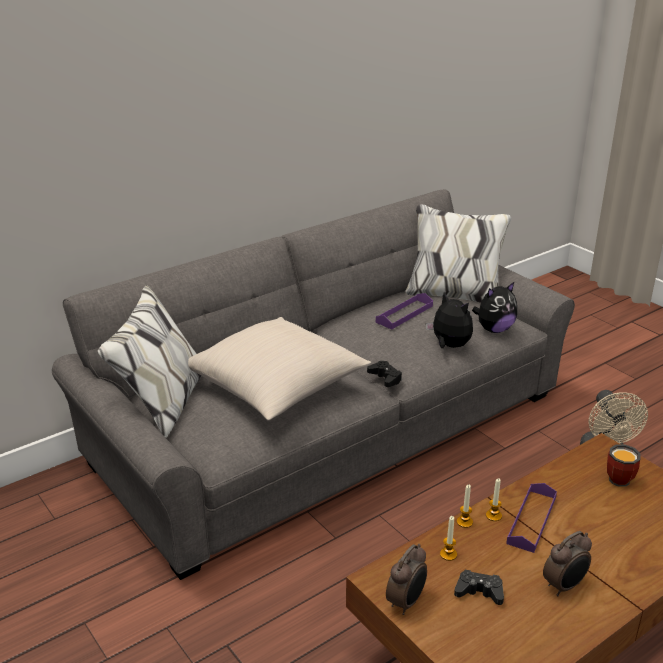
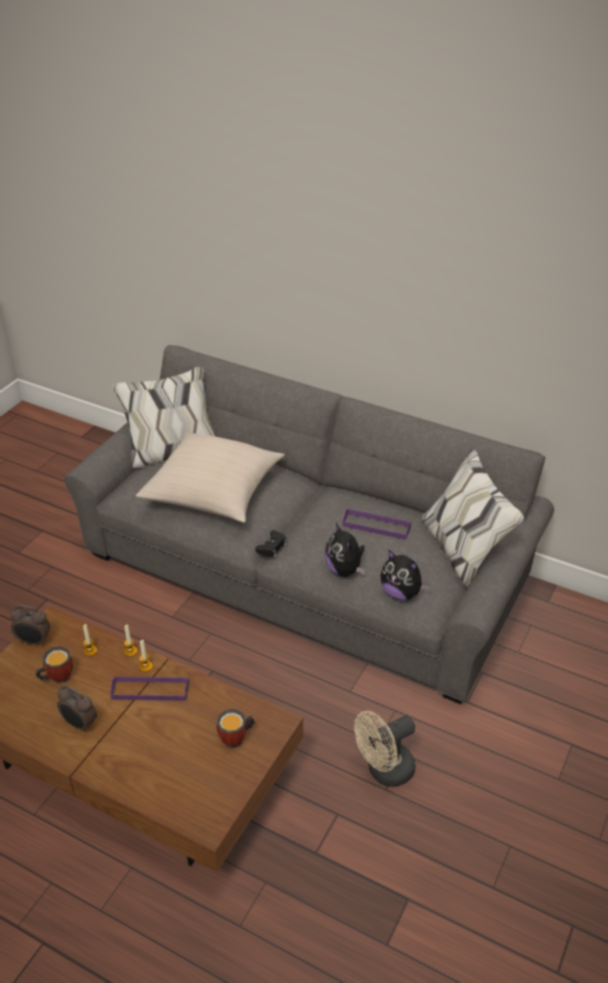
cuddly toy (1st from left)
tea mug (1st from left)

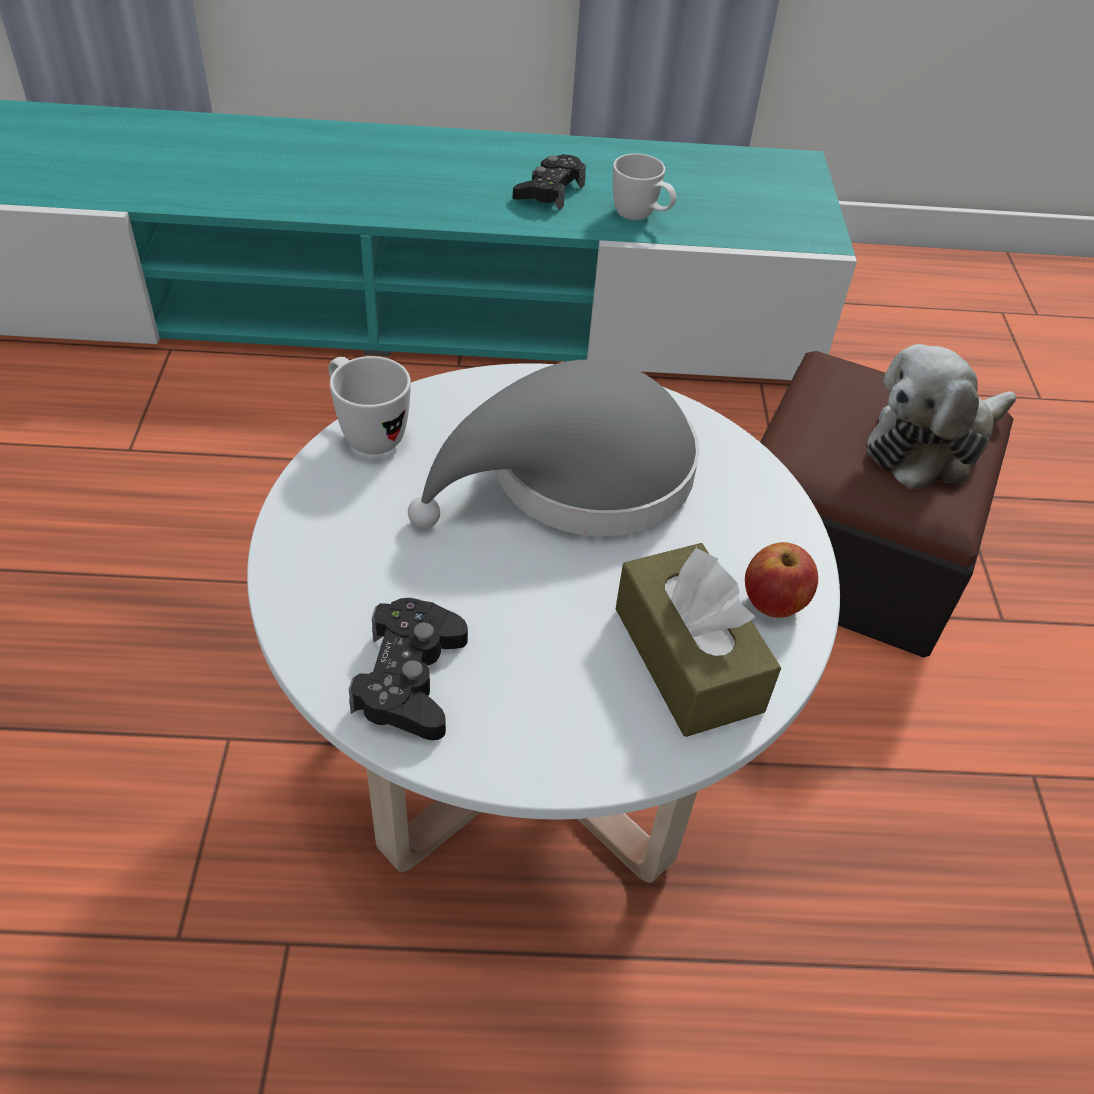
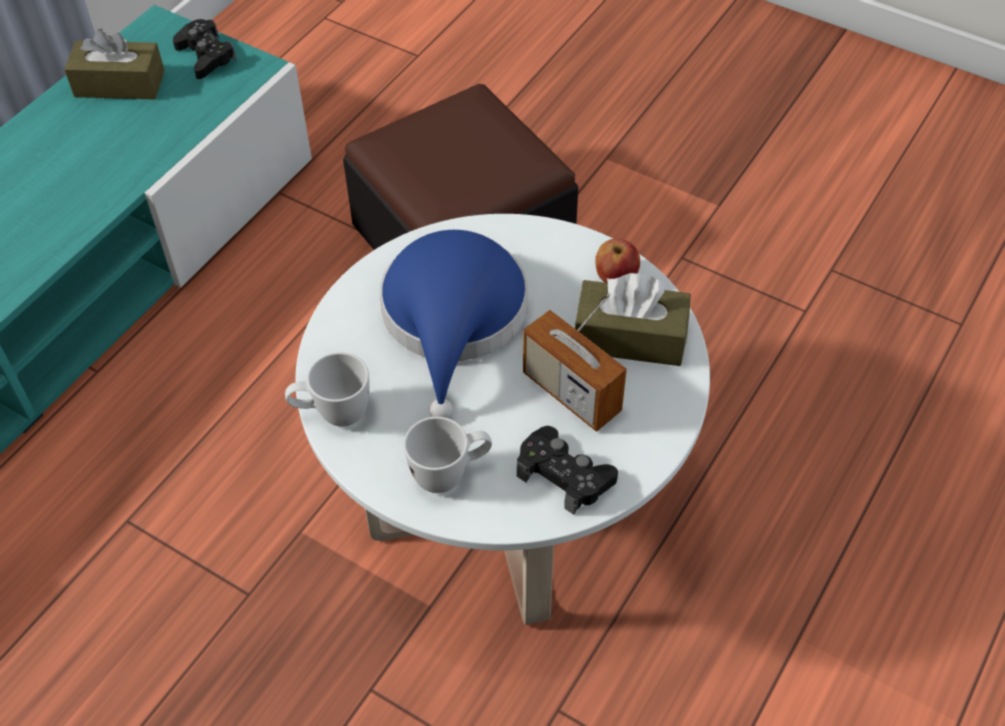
gamepad/black-coloured (1st from left)
tea mug/white-coloured (2nd from left)
cuddly toy
hat/blue-coloured
tissue box/brown-coloured (1st from left)
radio

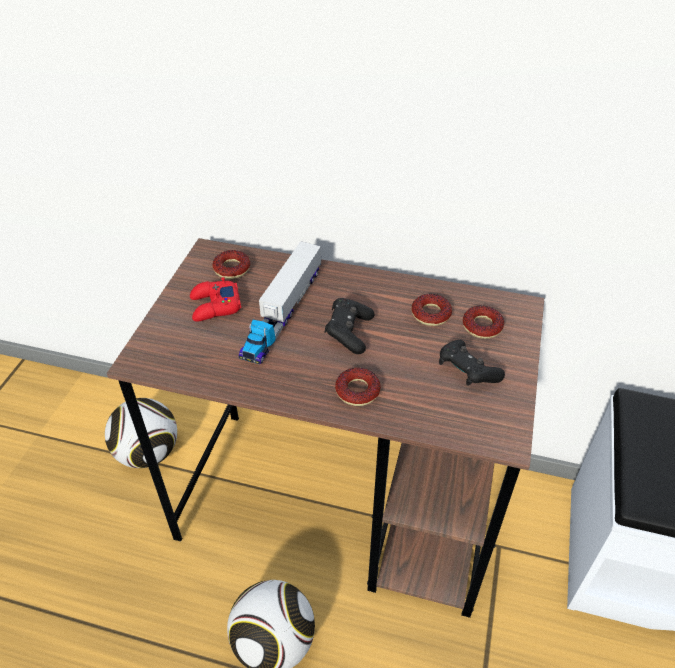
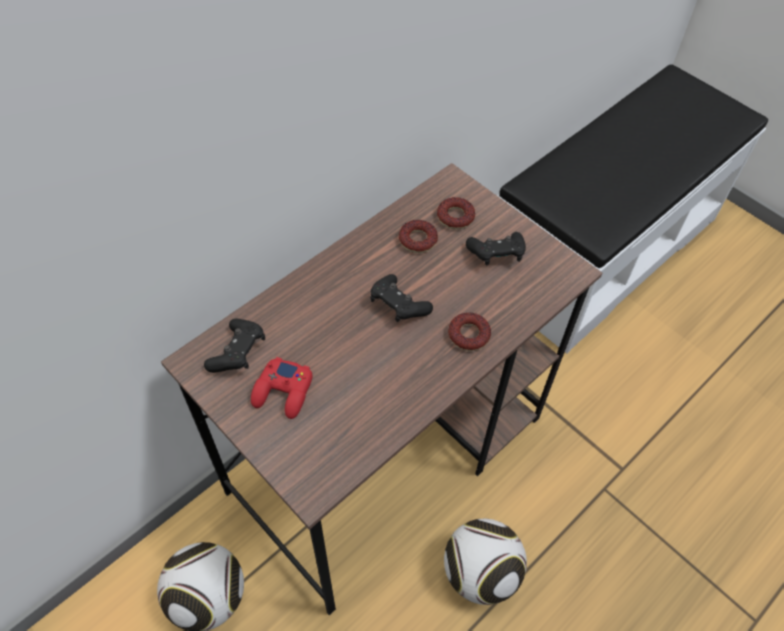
toy lorry
gamepad/black-coloured (1st from left)

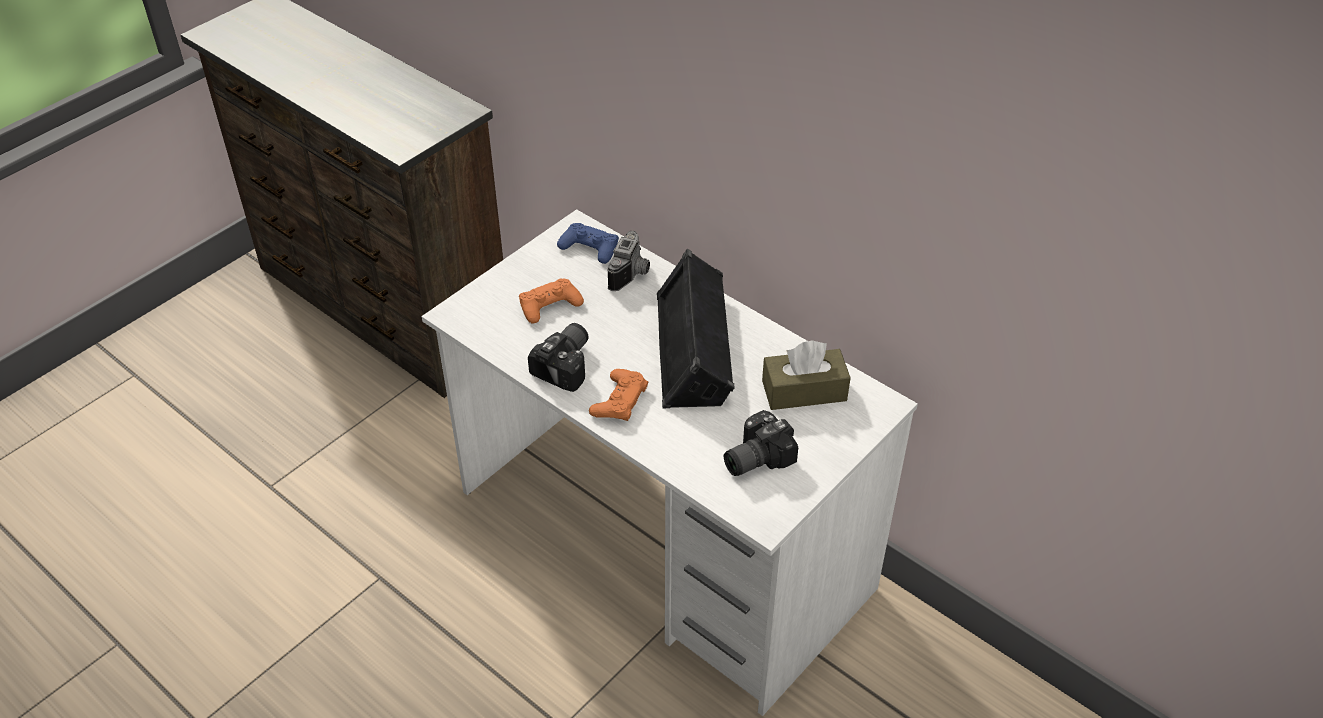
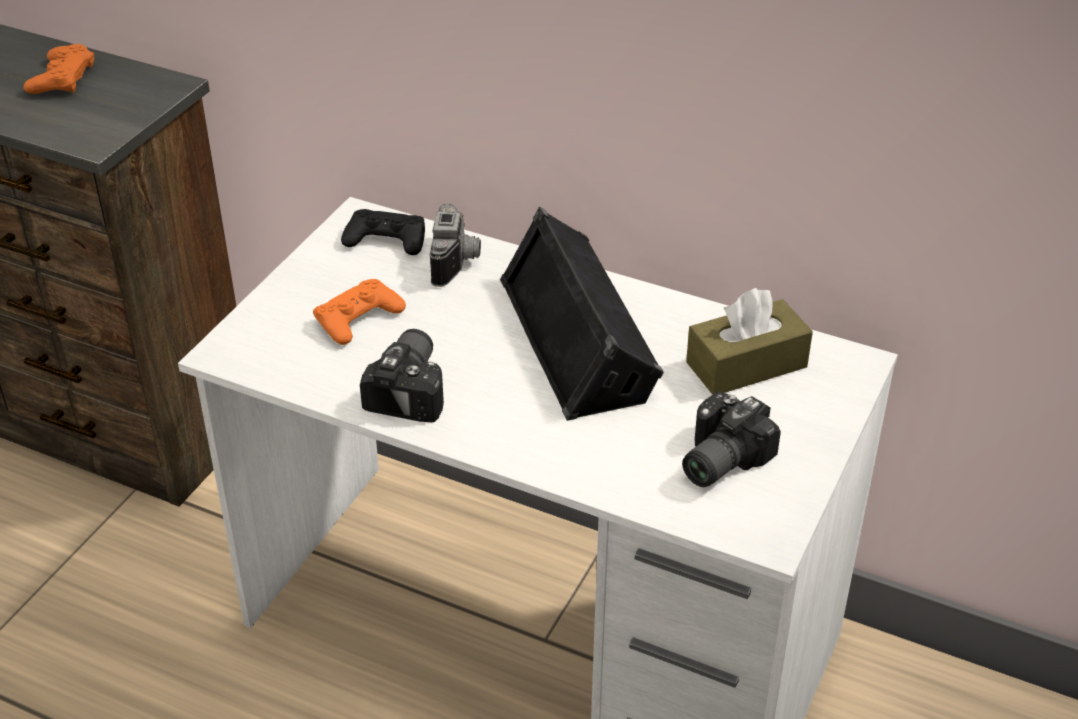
gamepad/black-coloured
gamepad/orangey (1st from left)

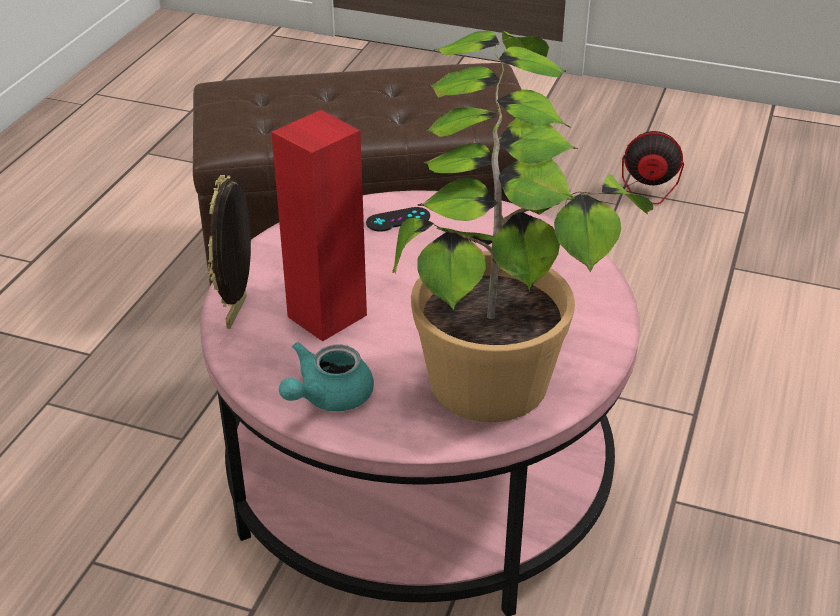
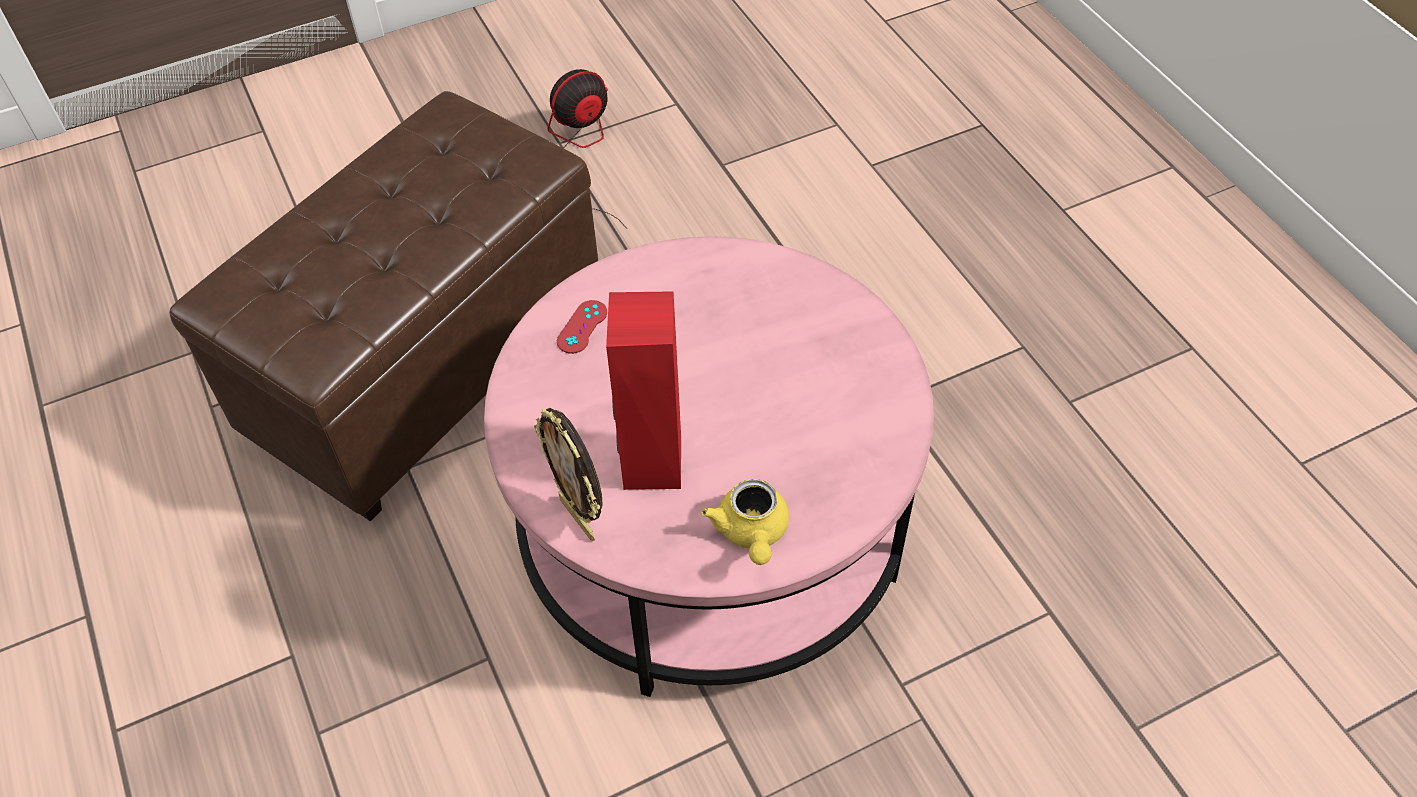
plant in a pot
gamepad/red-coloured
teapot/yellowish

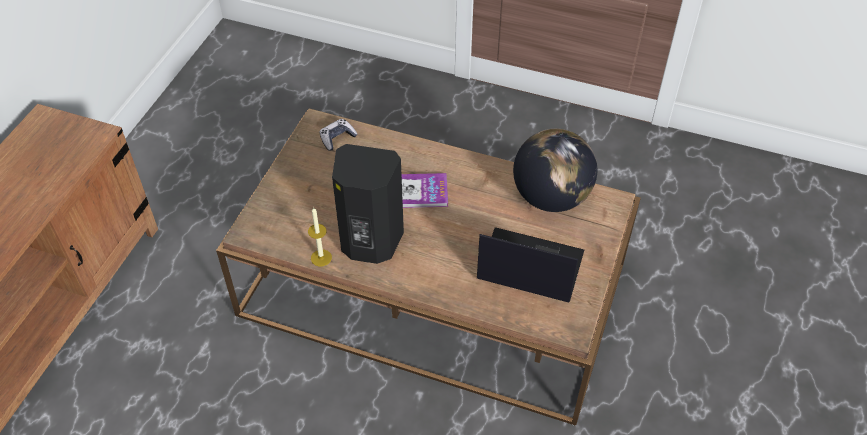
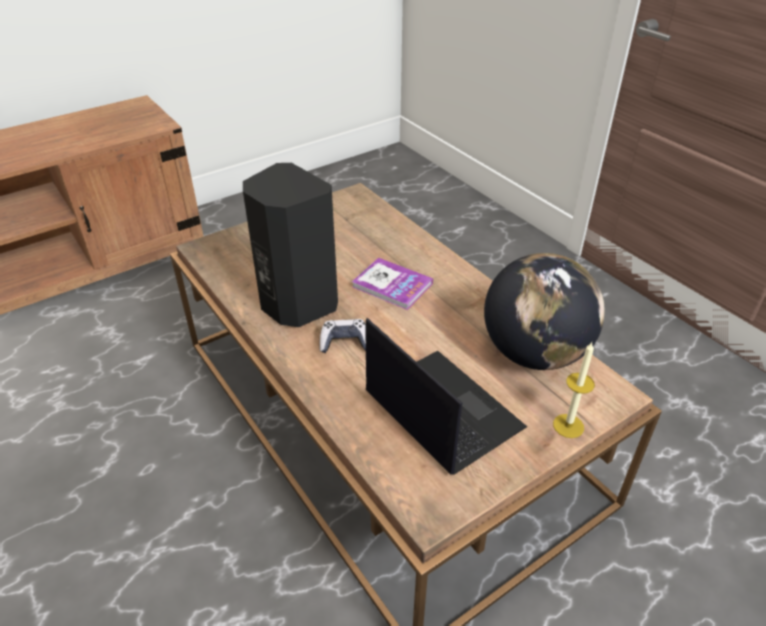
gamepad
candle

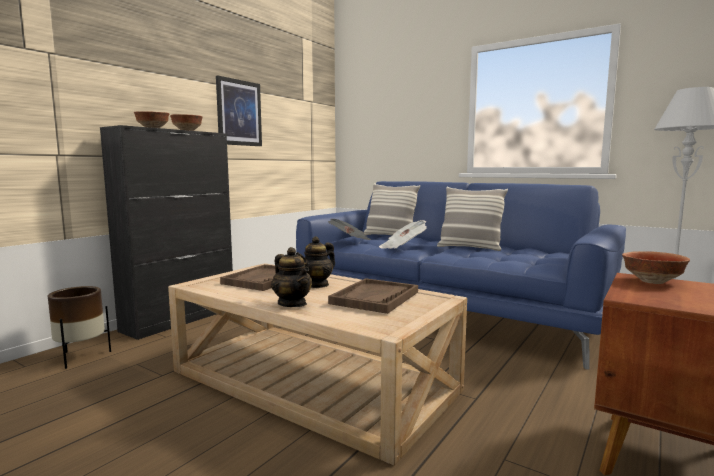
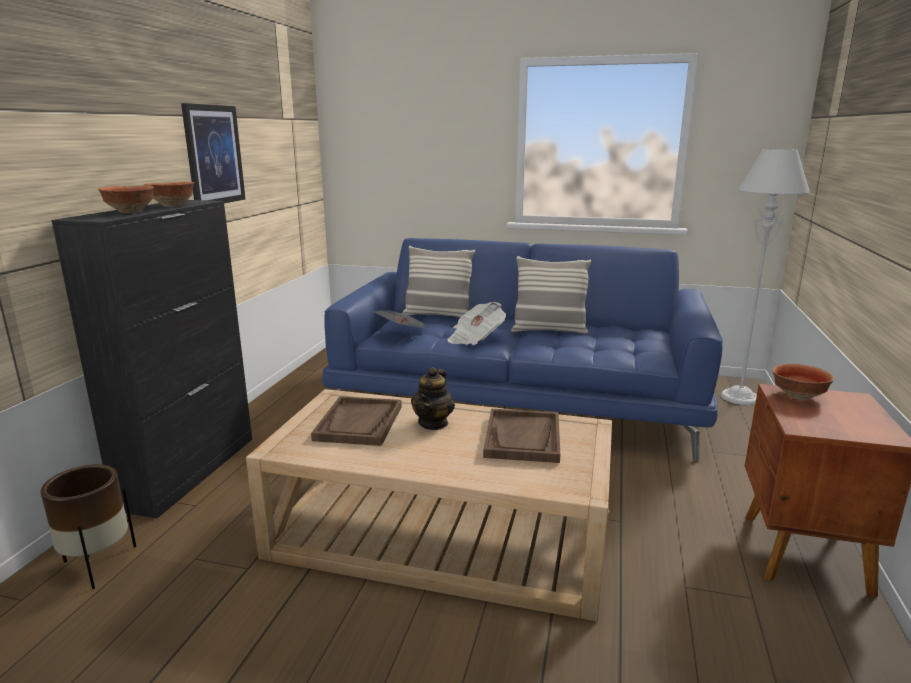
teapot (1st from left in the first image)

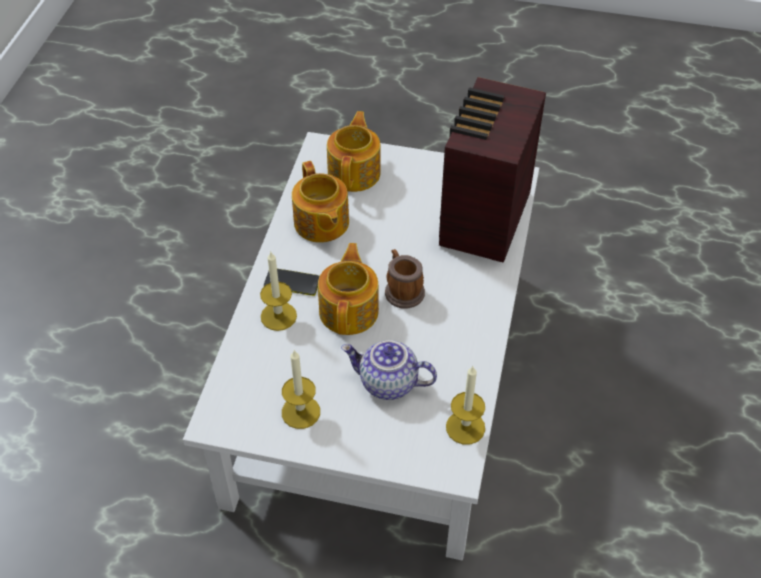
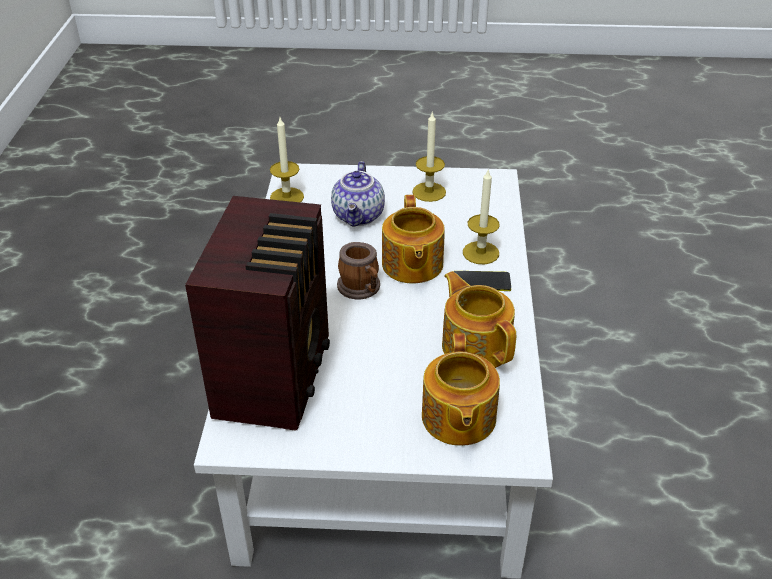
teapot (1st from left)

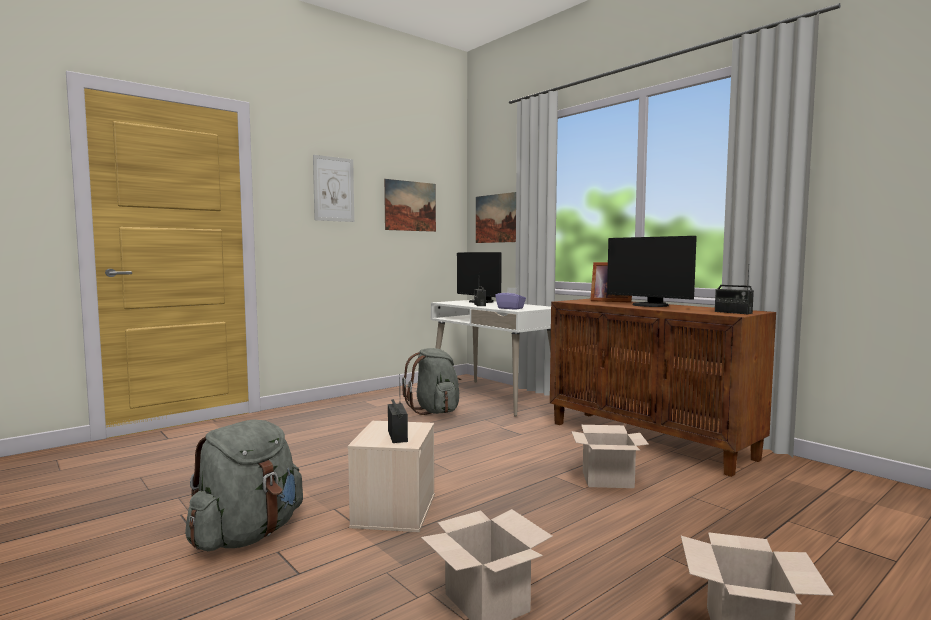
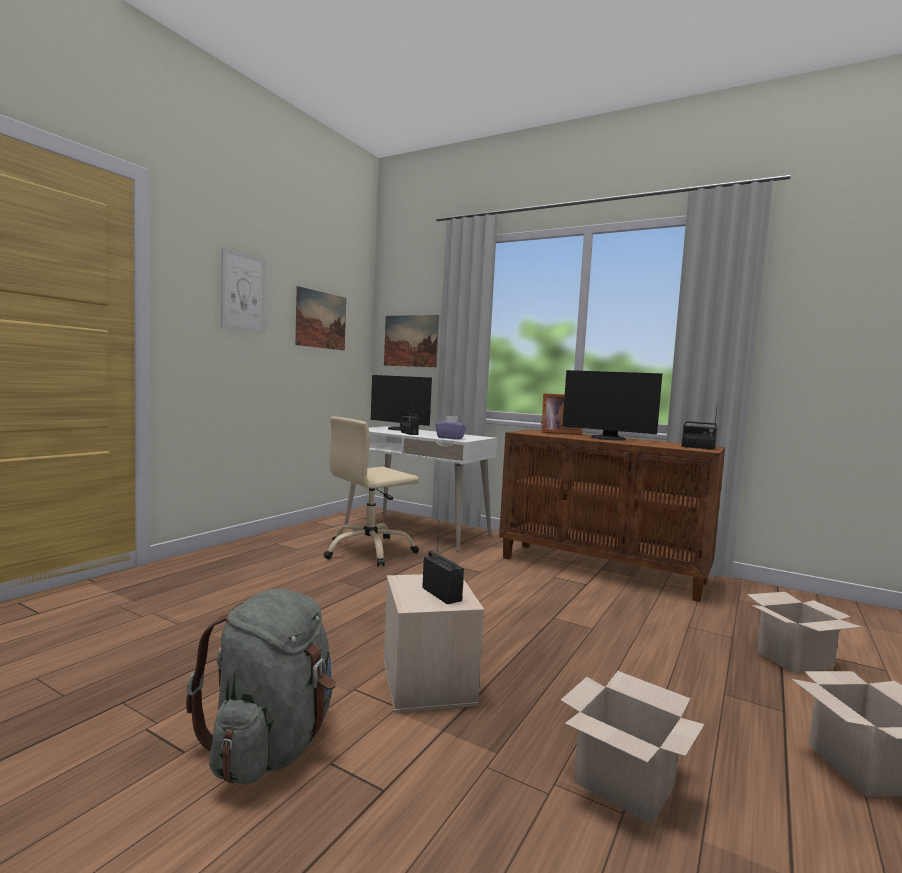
computer chair/beige
packing box (2nd from left)

